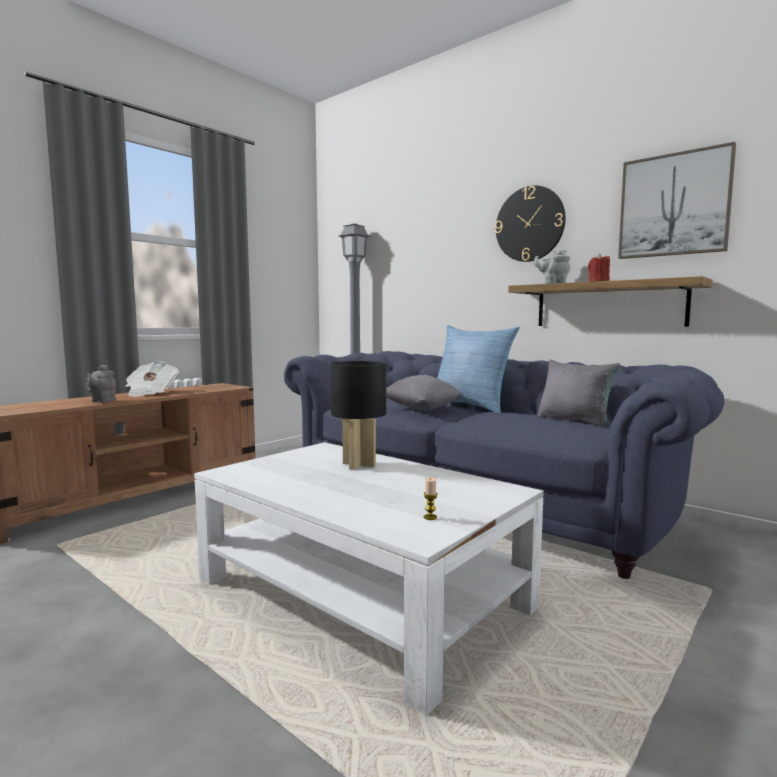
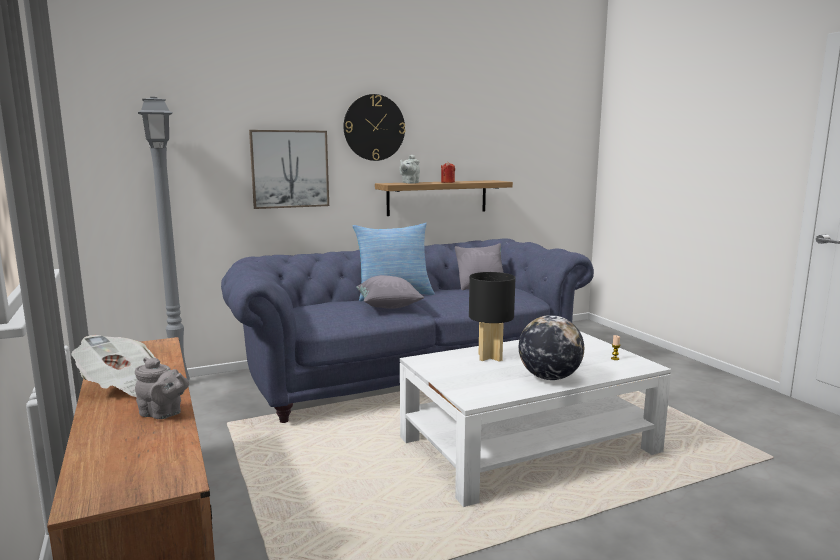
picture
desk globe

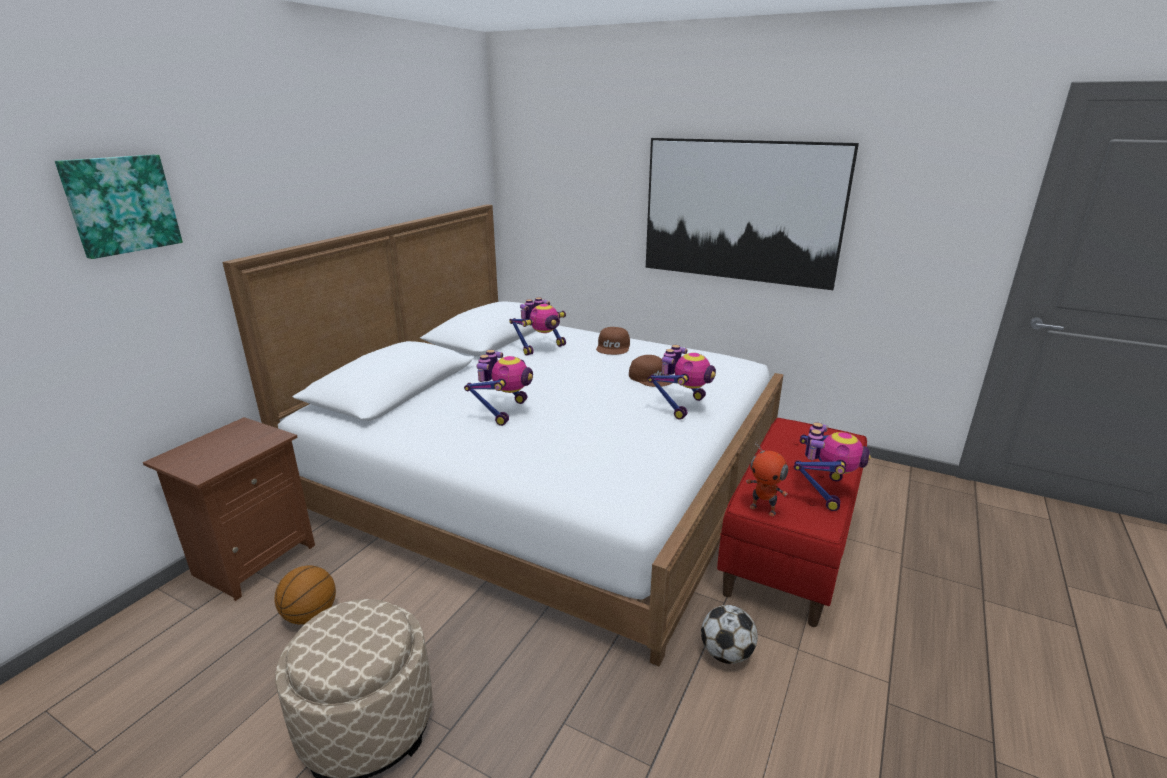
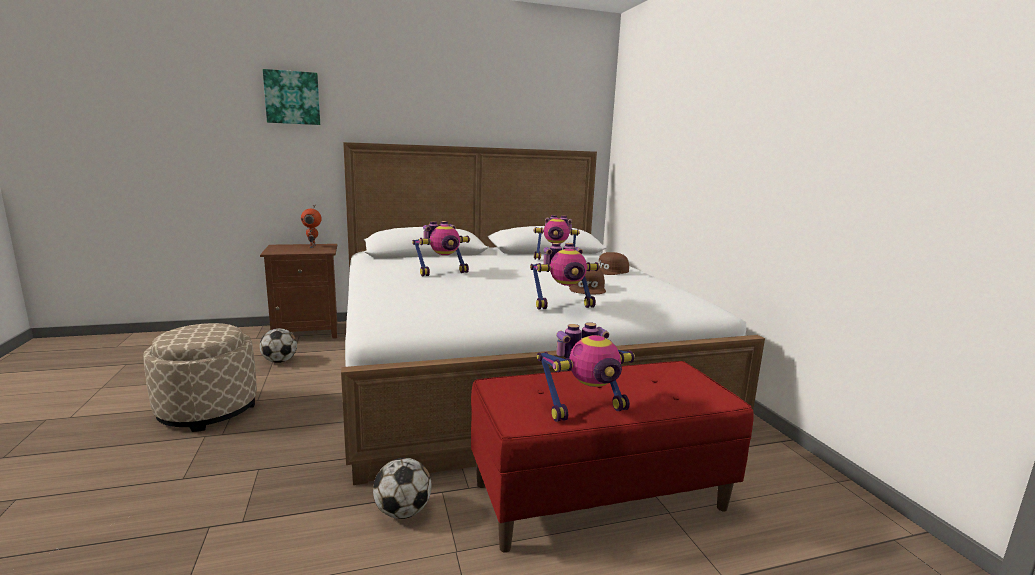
picture (2nd from left in the first image)
toy robot (1st from left)
ball for football (1st from left)

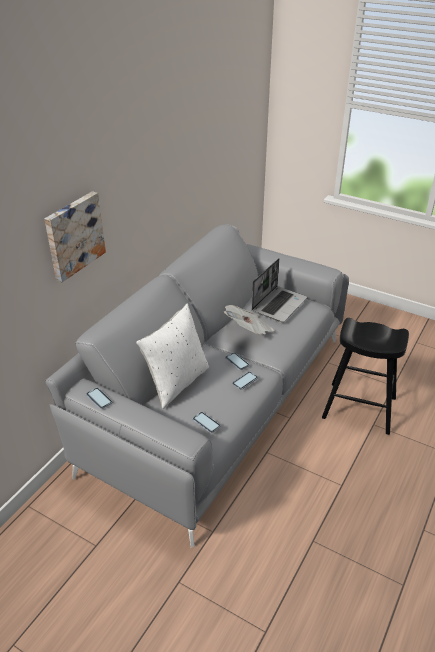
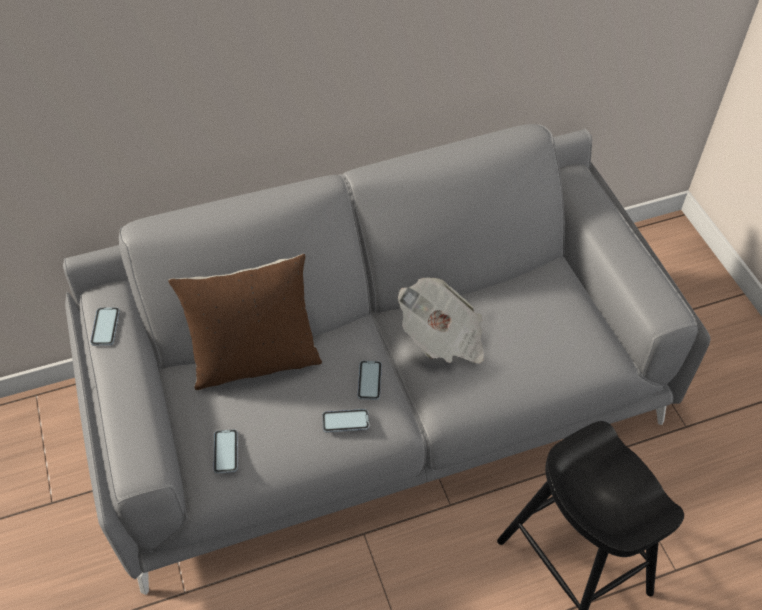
picture
portable computer
throw pillow/brown-coloured

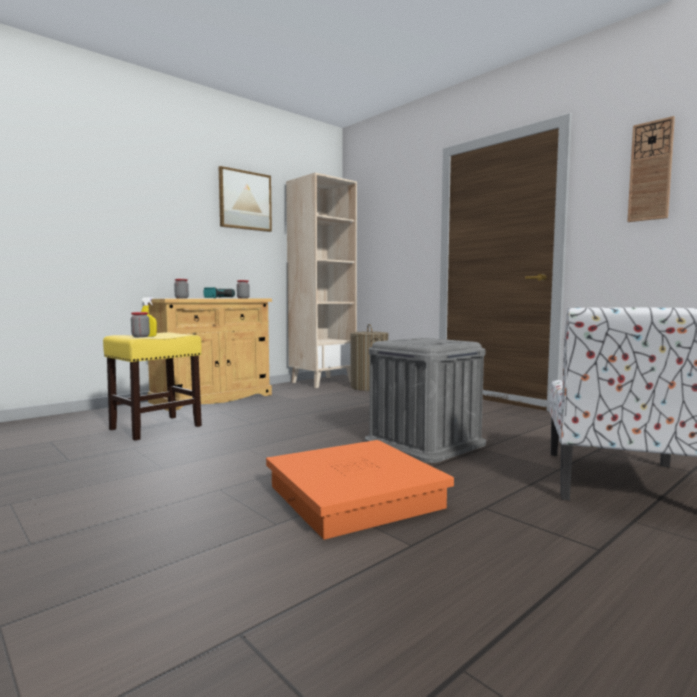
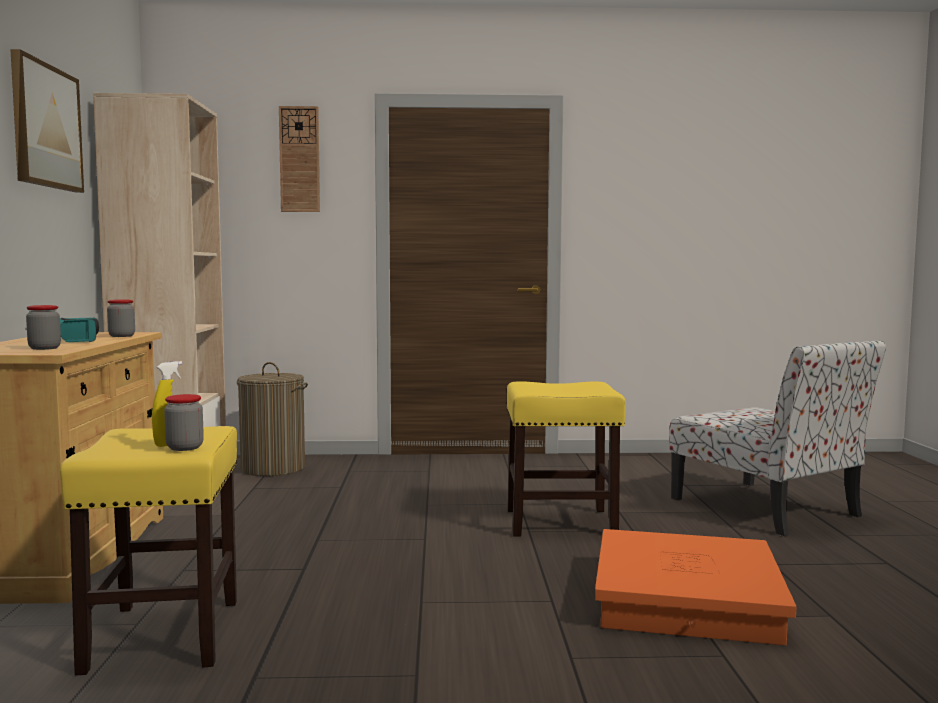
wall clock
sitting stool/yellowish (2nd from left)

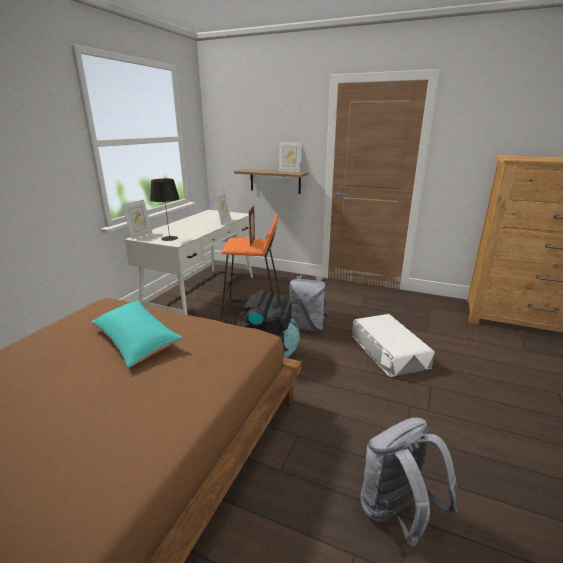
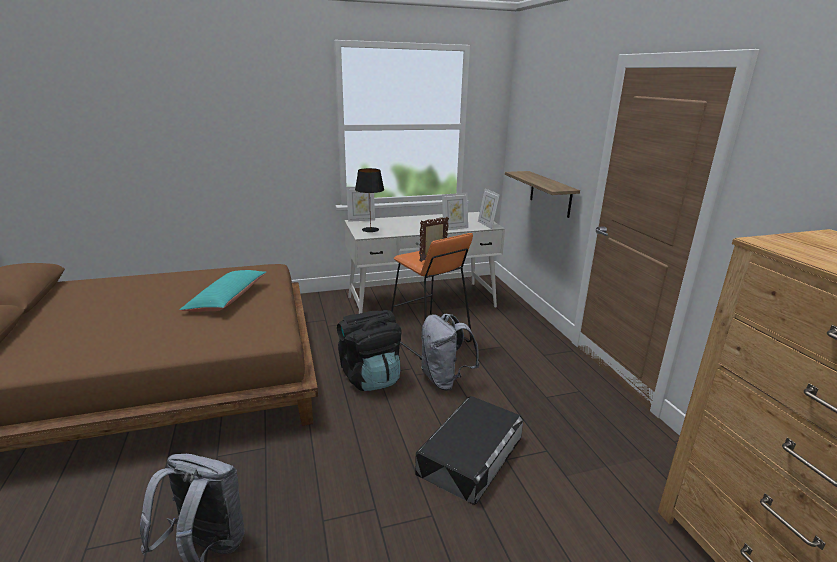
picture frame (4th from left)
storage box/black-coloured

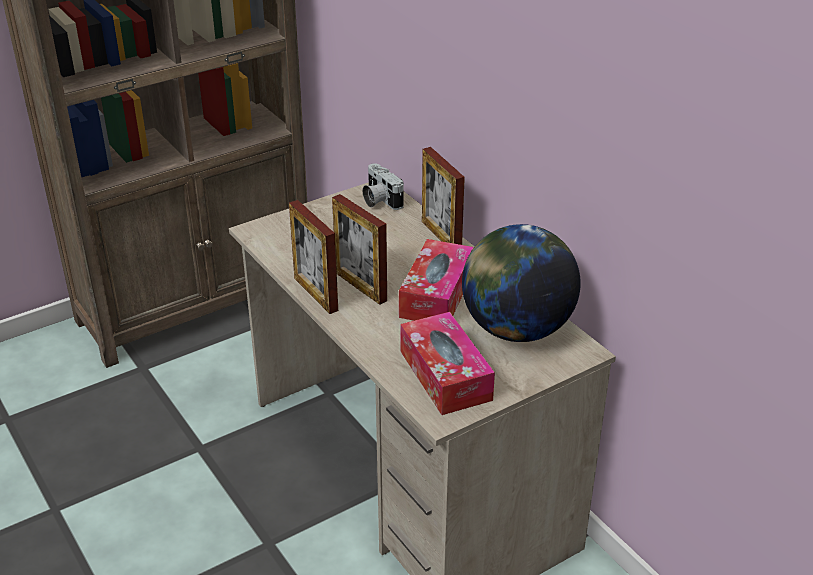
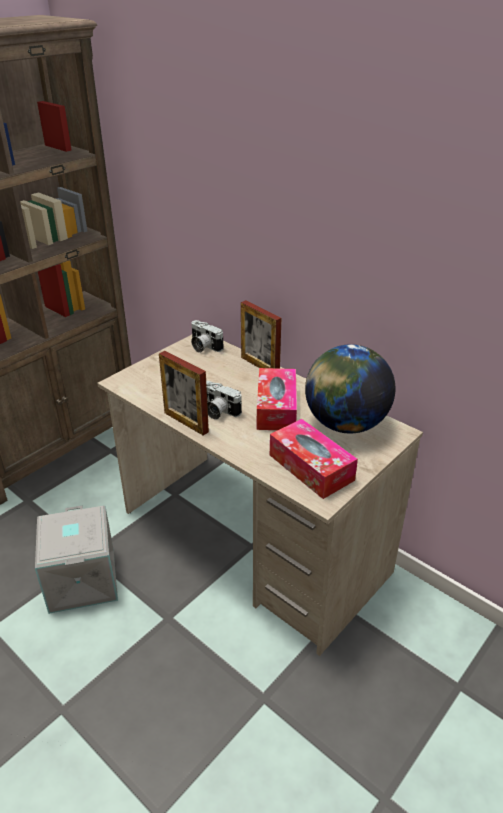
still camera (2nd from left)
storage box/gray

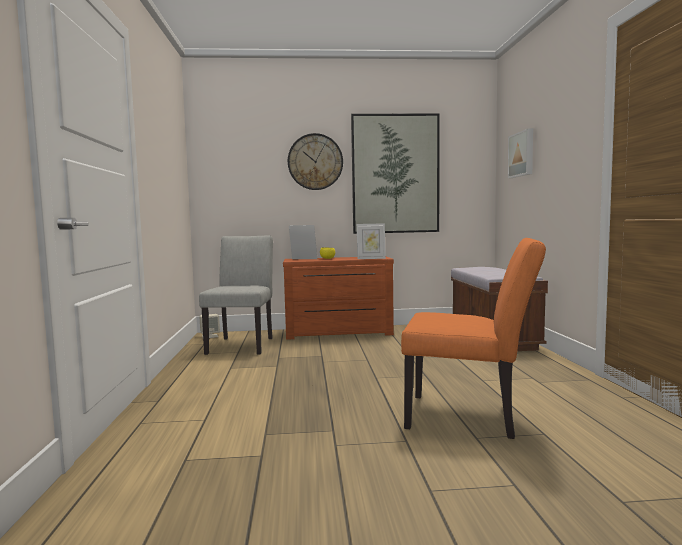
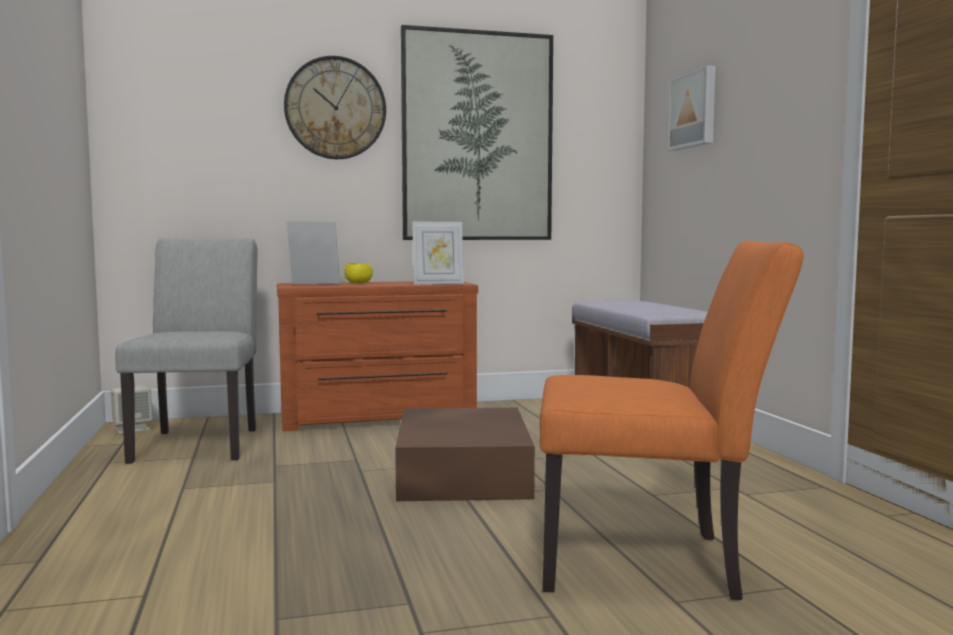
storage box/brown-coloured

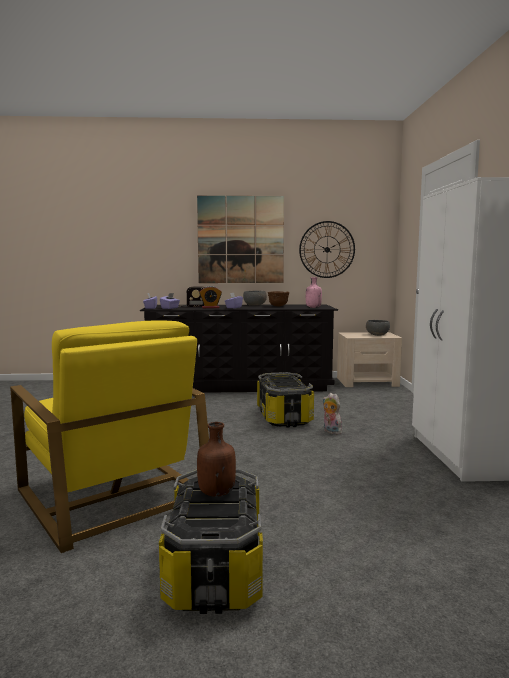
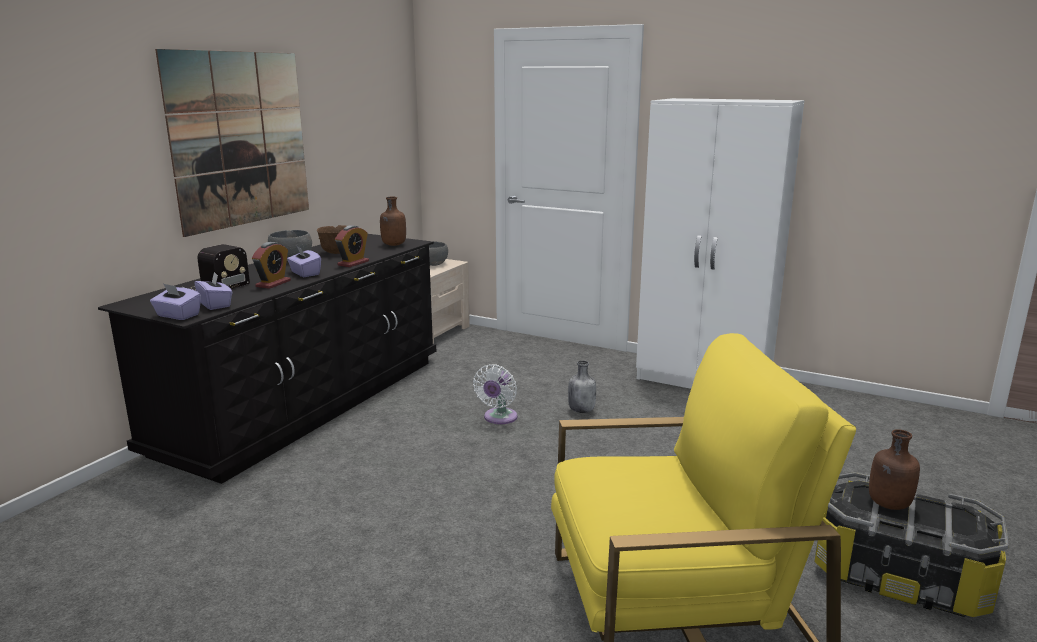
wall clock
beverage bottle/brown-coloured (1st from left)
cooling fan/white-coloured
beverage bottle/gray
alarm clock (2nd from left)

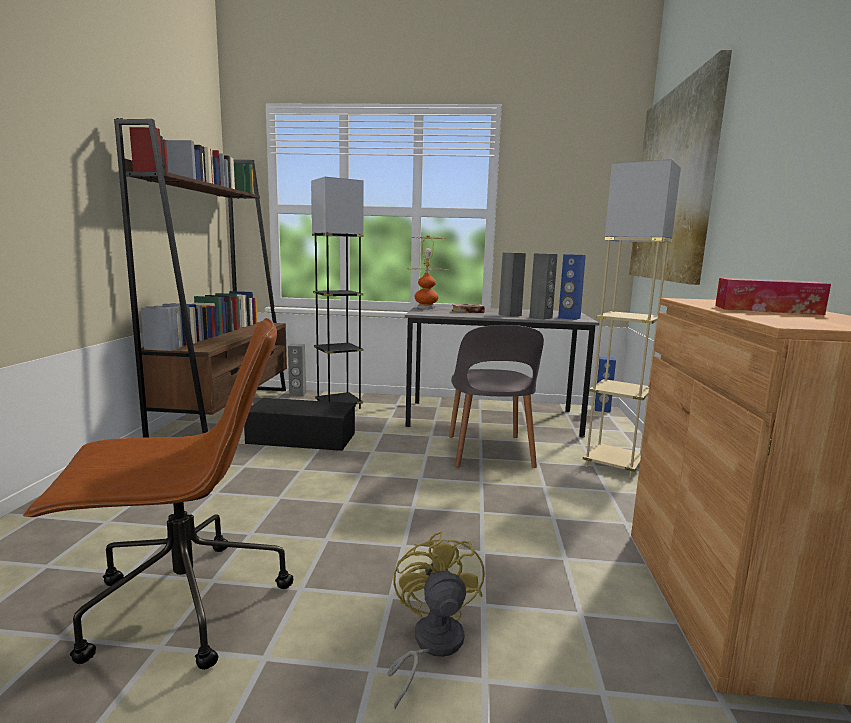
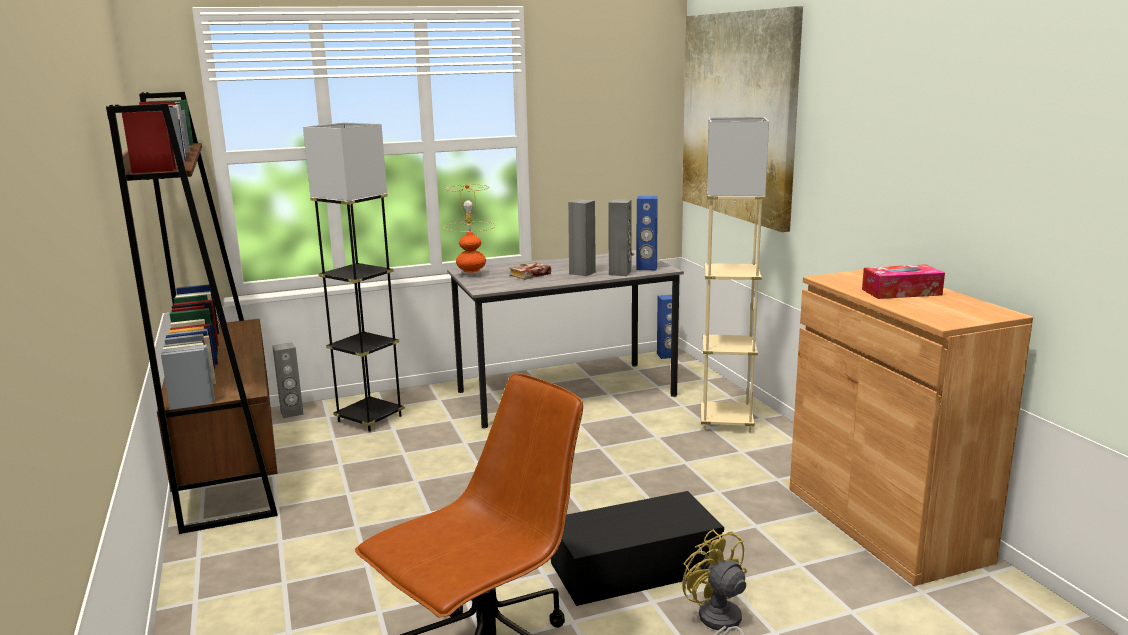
chair/gray
storage box/black-coloured

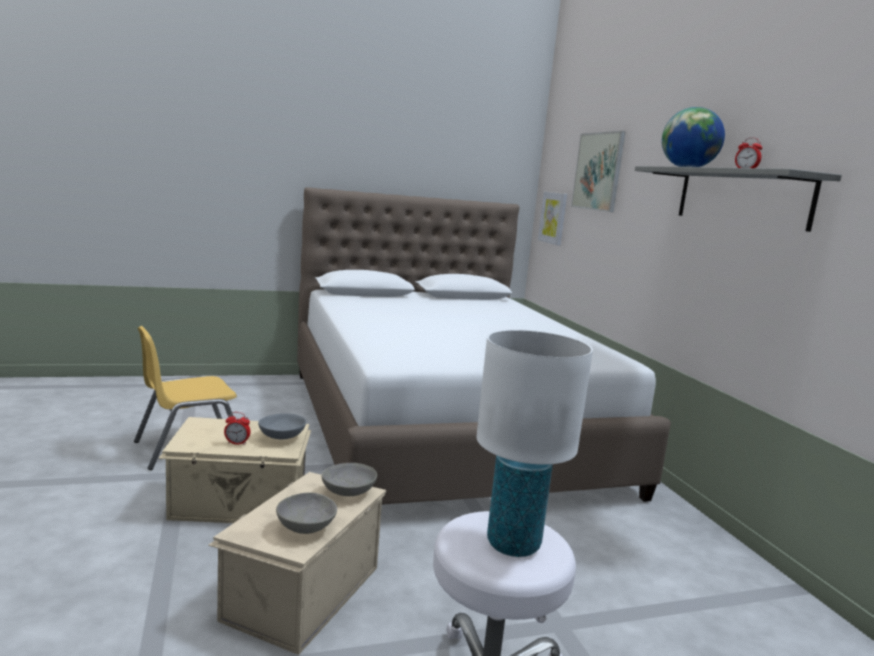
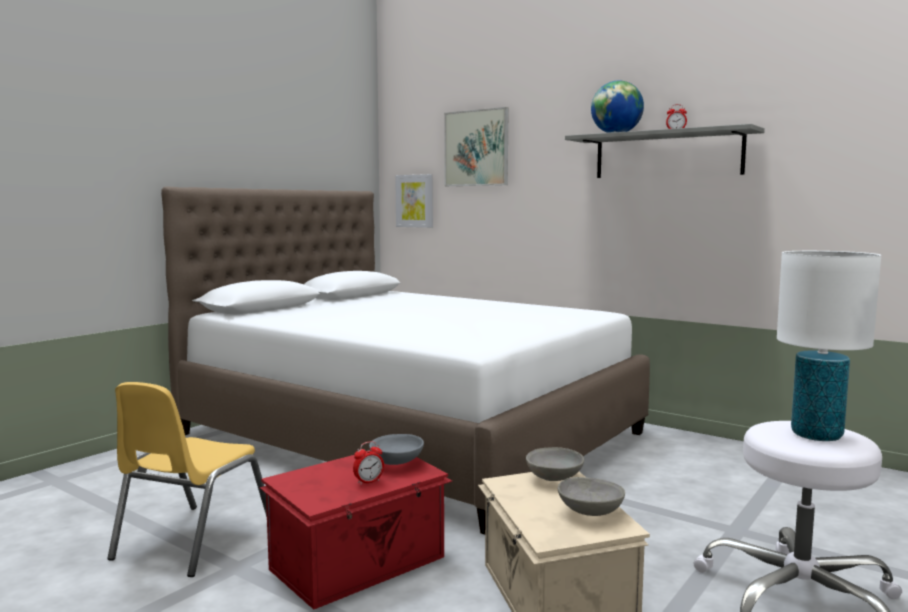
storage box/red-coloured

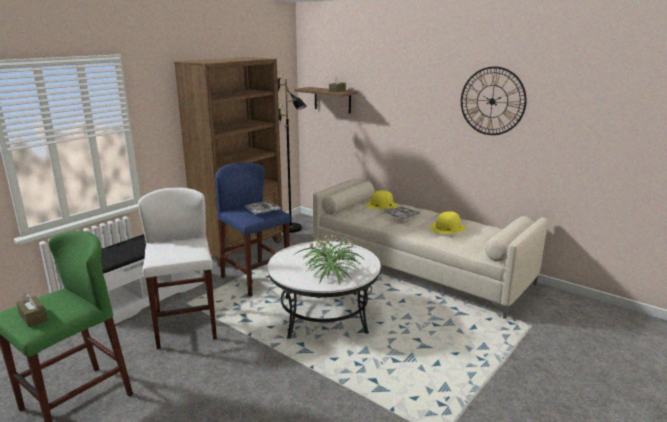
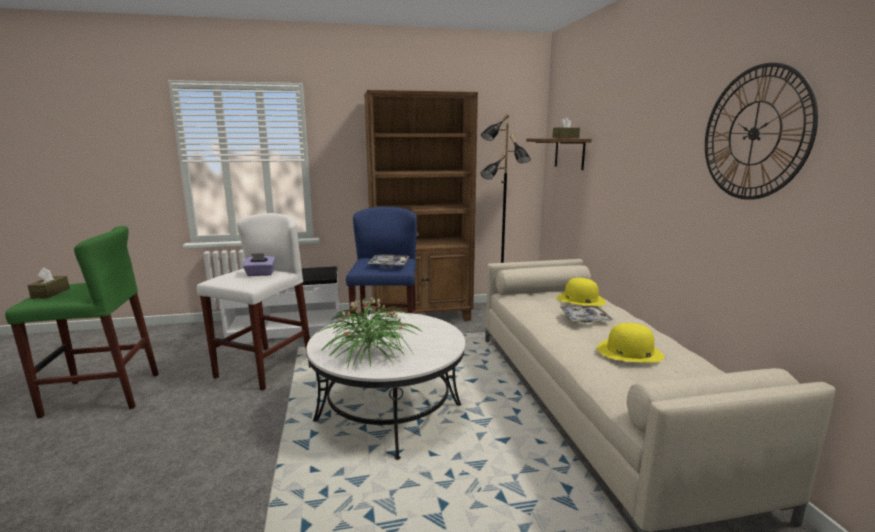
tissue box/purplish

